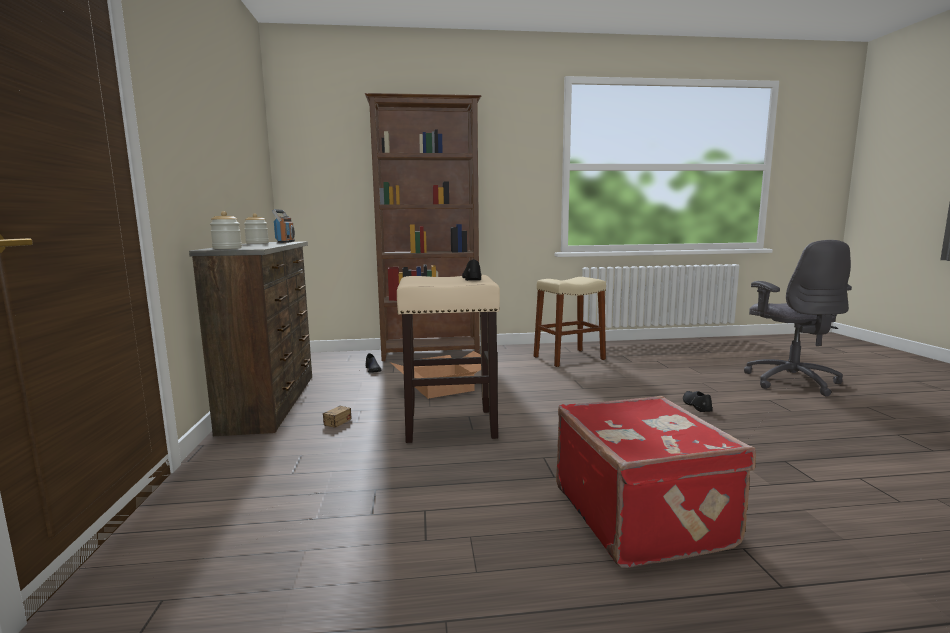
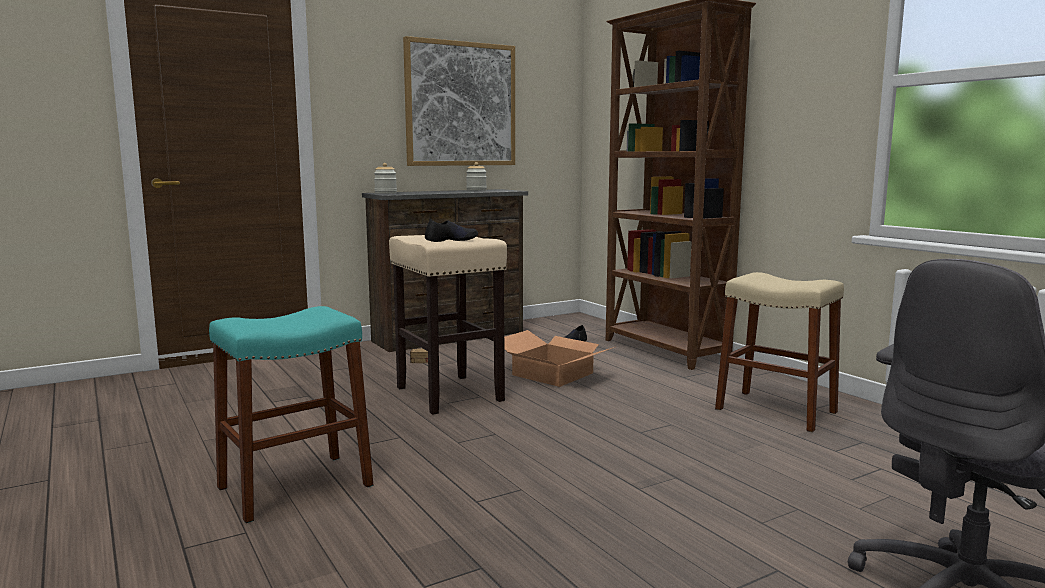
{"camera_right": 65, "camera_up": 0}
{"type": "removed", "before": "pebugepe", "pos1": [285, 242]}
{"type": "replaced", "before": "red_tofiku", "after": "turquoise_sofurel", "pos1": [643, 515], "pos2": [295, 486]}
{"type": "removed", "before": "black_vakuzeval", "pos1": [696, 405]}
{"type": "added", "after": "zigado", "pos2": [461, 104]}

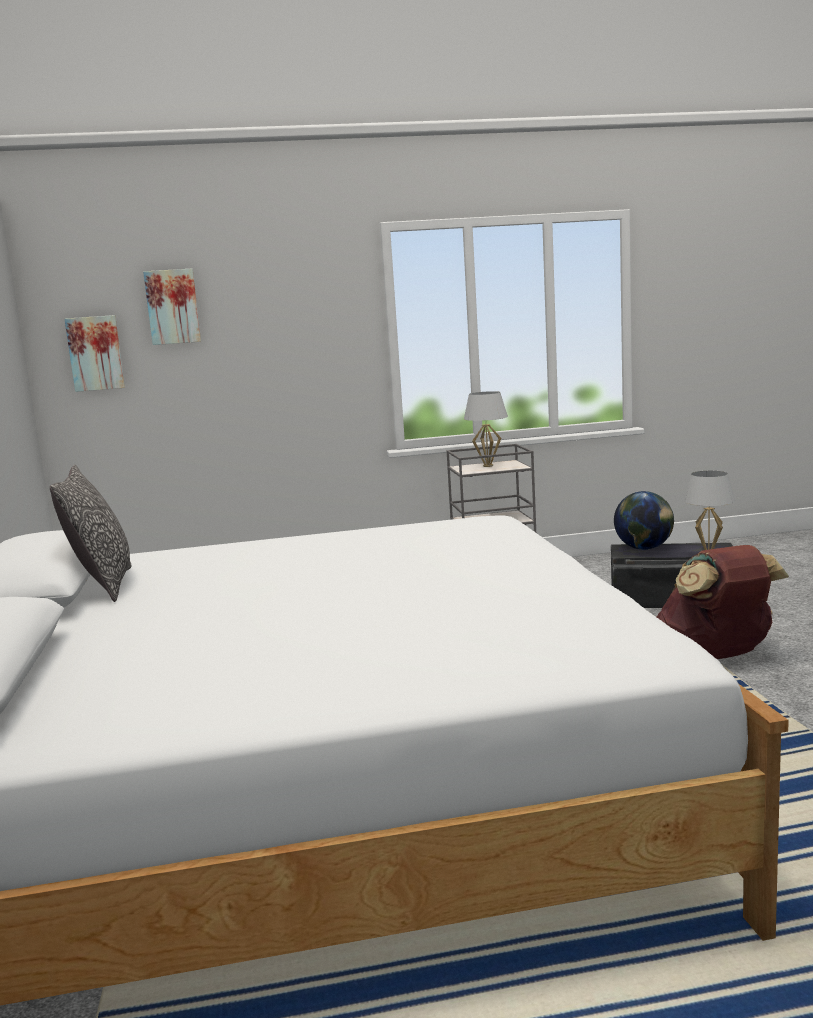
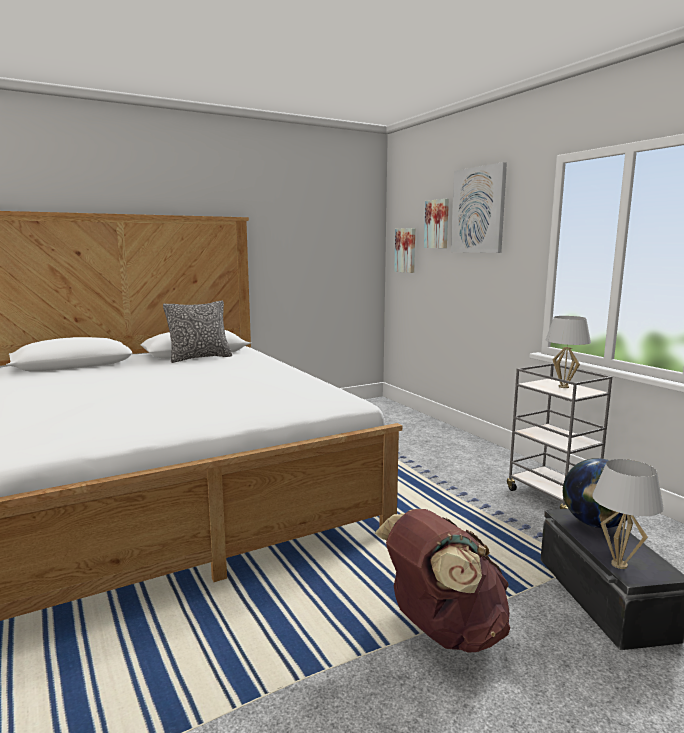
{"camera_right": 70, "camera_up": 0}
{"type": "added", "after": "zigado", "pos2": [478, 210]}

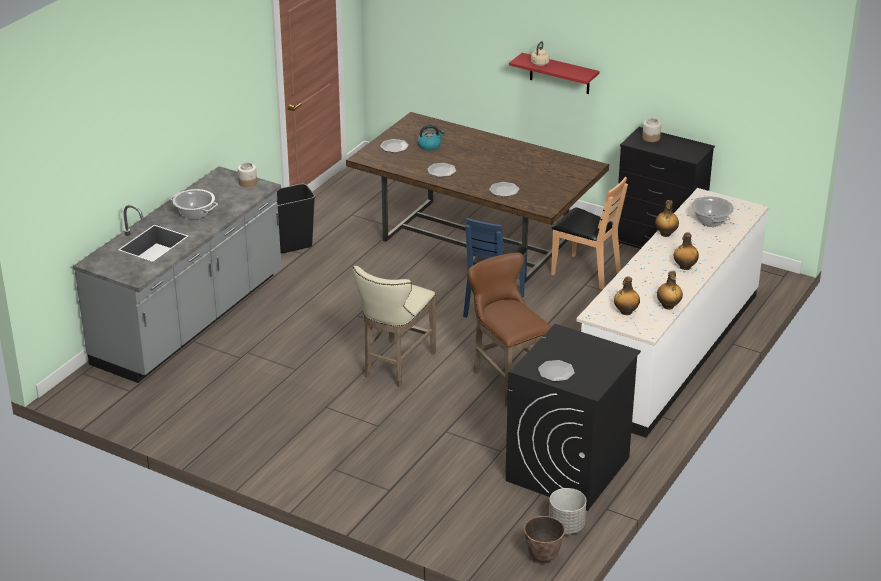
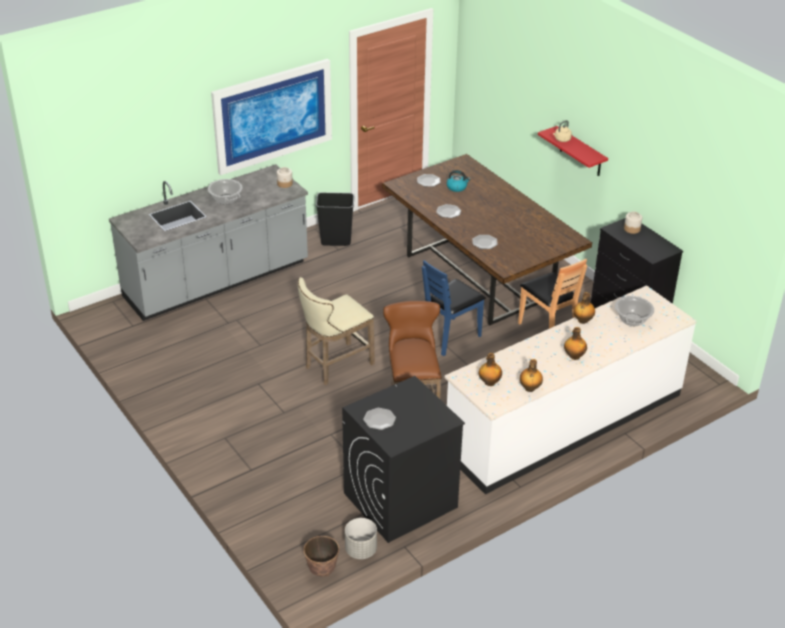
{"camera_right": 25, "camera_up": 5}
{"type": "added", "after": "zigado", "pos2": [272, 115]}

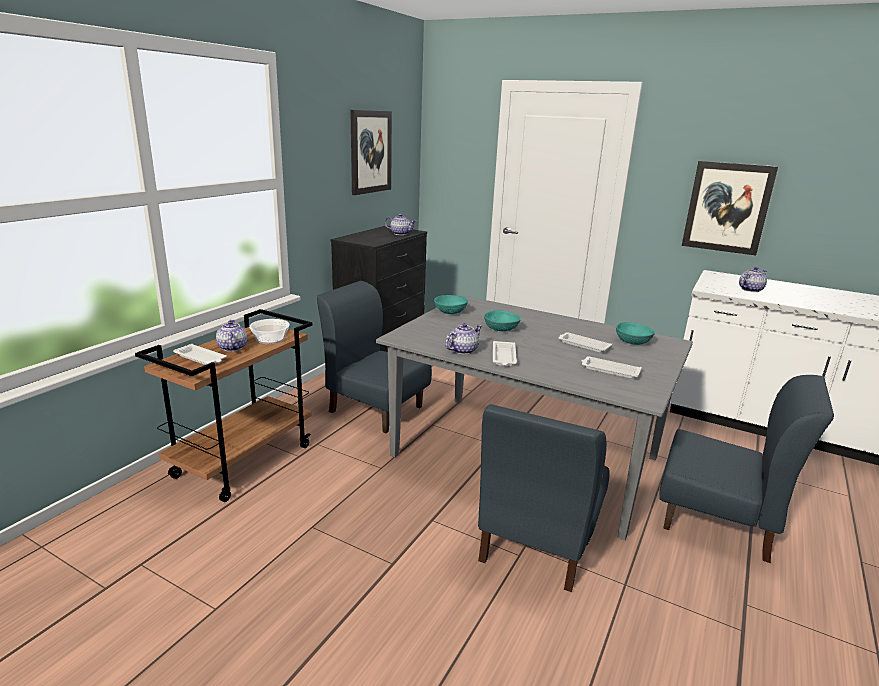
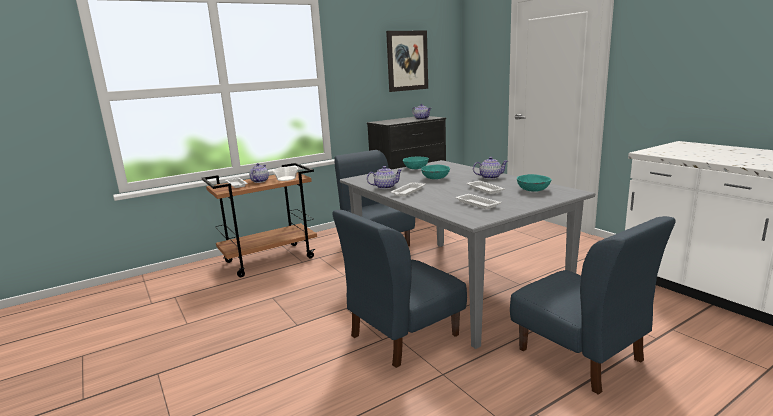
{"camera_right": 30, "camera_up": -5}
{"type": "removed", "before": "zigado", "pos1": [727, 207]}
{"type": "moved", "before": "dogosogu", "pos1": [750, 290], "pos2": [490, 177]}

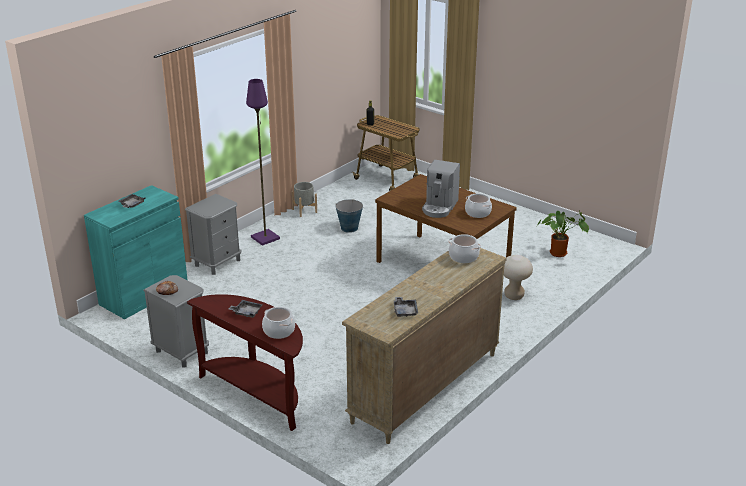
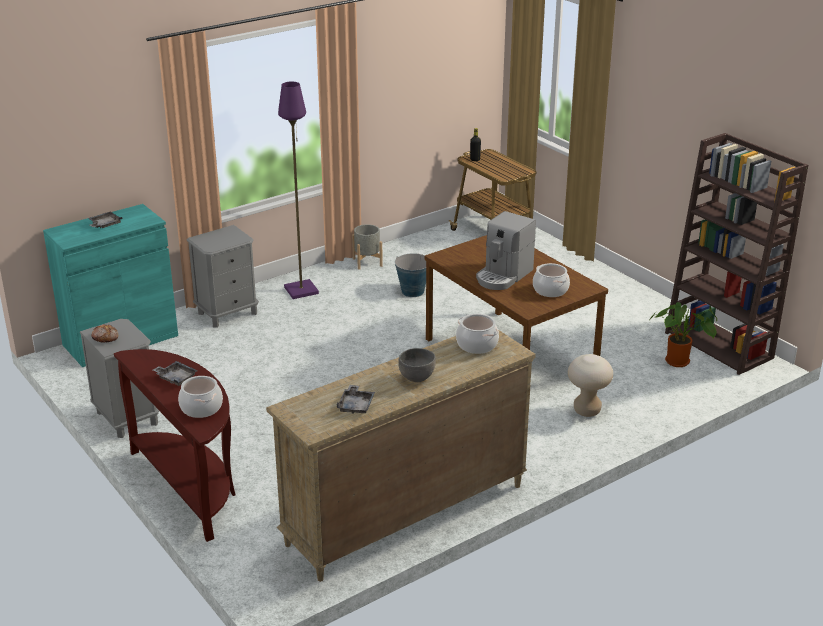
{"camera_right": 15, "camera_up": 0}
{"type": "added", "after": "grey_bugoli", "pos2": [417, 378]}
{"type": "added", "after": "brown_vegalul", "pos2": [720, 345]}

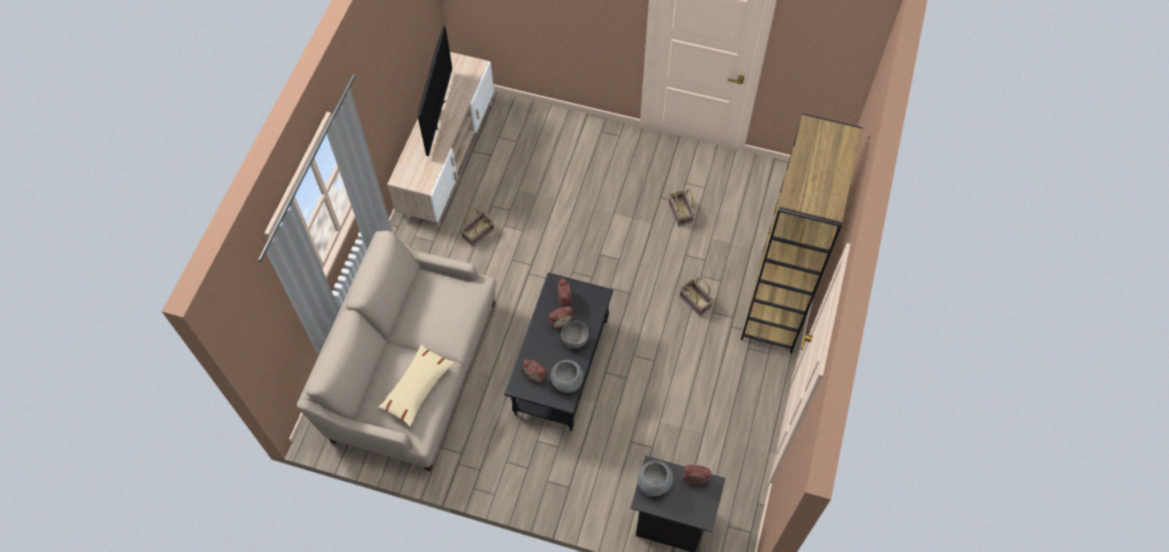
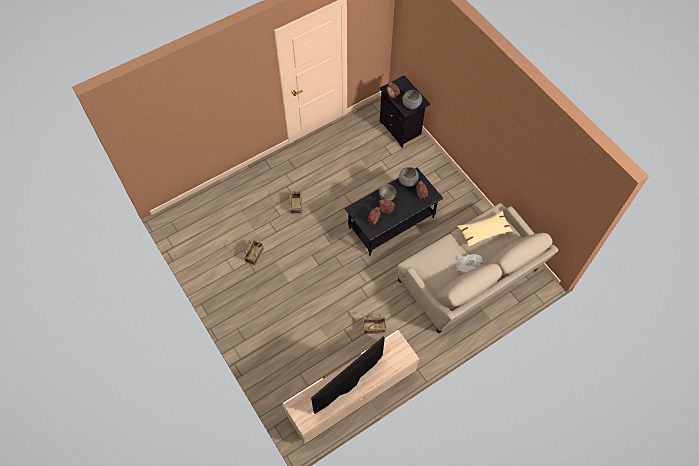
{"camera_right": -140, "camera_up": 0}
{"type": "removed", "before": "brown_vegalul", "pos1": [776, 303]}
{"type": "added", "after": "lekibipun", "pos2": [467, 266]}

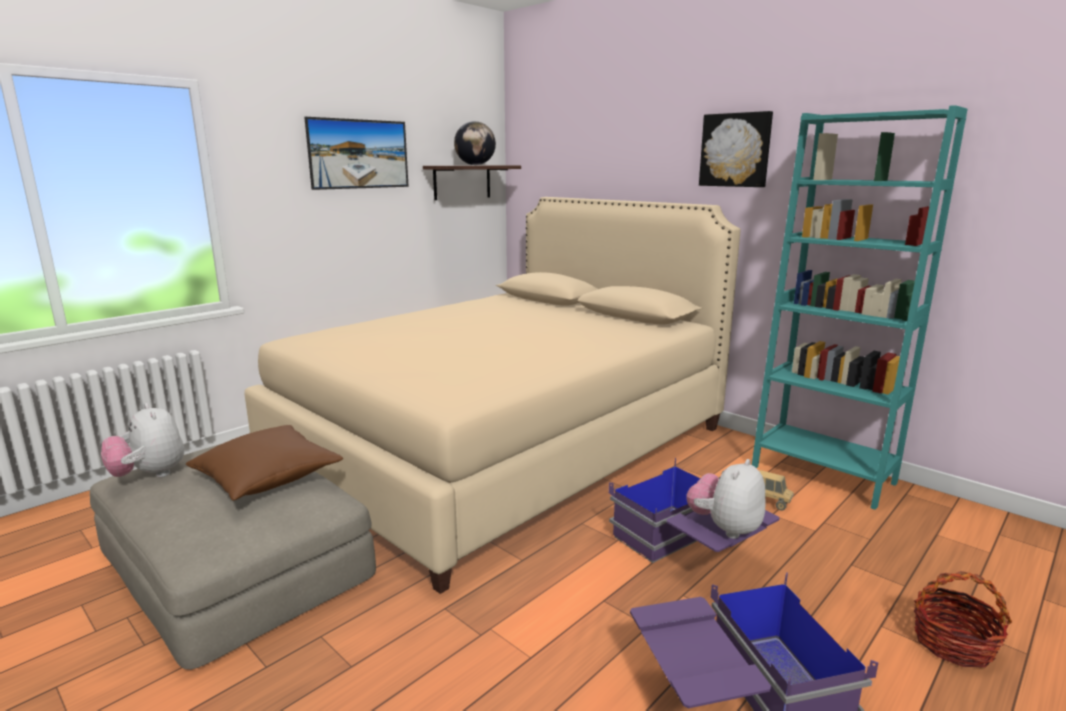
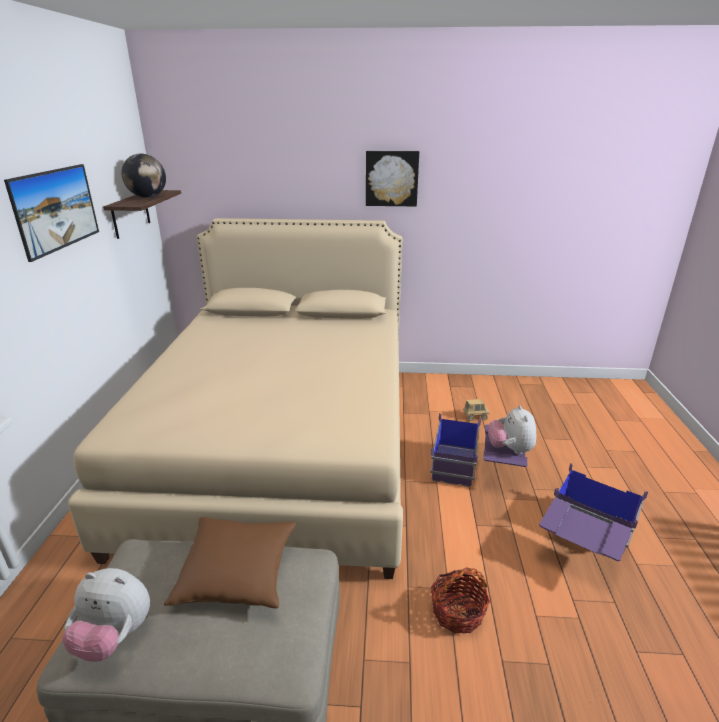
{"camera_right": -40, "camera_up": 10}
{"type": "removed", "before": "turquoise_vegalul", "pos1": [822, 475]}
{"type": "moved", "before": "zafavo", "pos1": [953, 644], "pos2": [457, 612]}

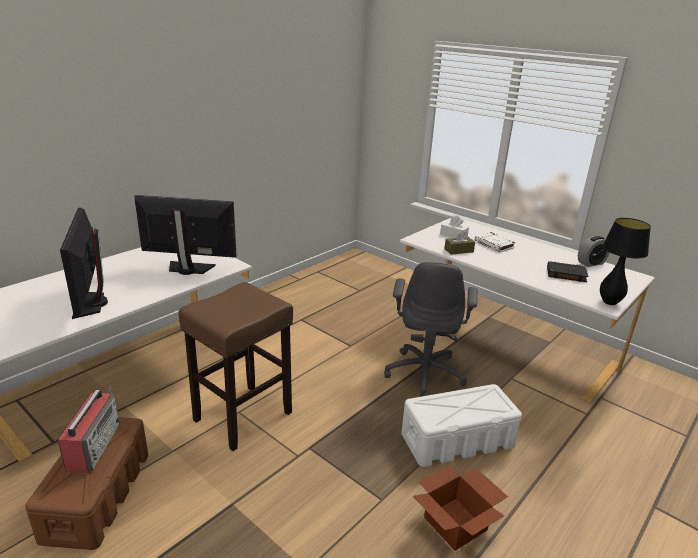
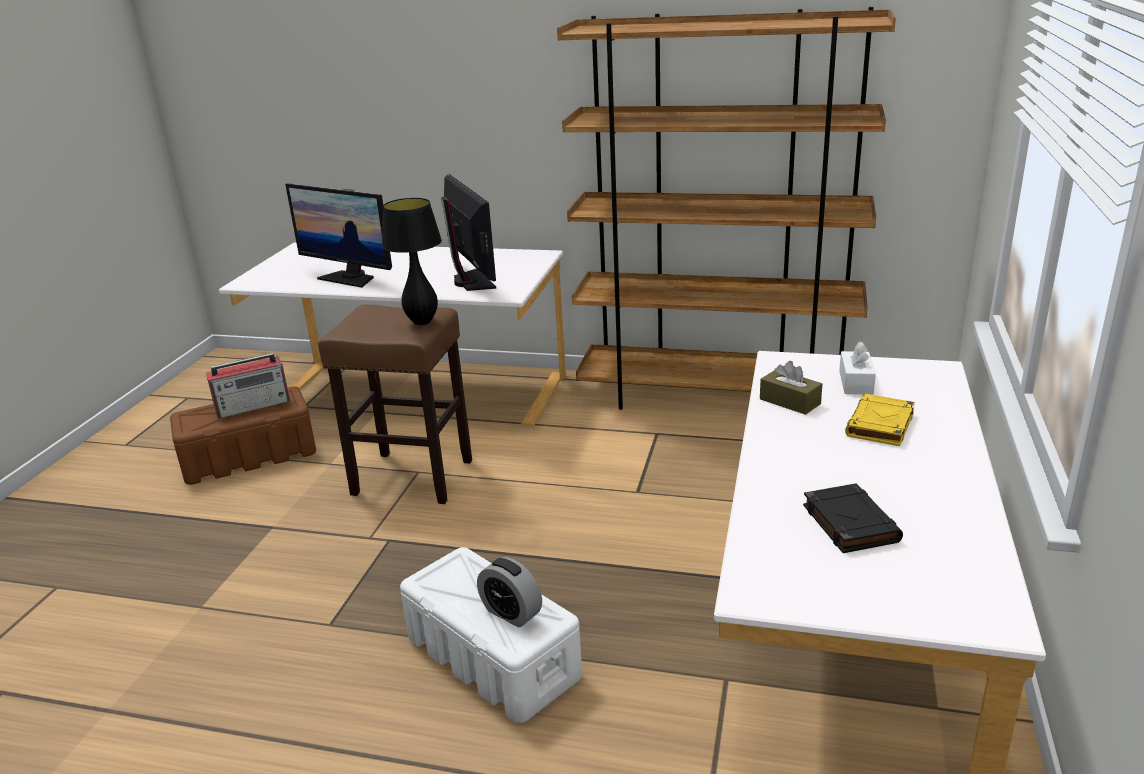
{"camera_right": 65, "camera_up": 0}
{"type": "turned", "before": "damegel", "pos1": [91, 304], "pos2": [350, 278], "turn": -105}
{"type": "removed", "before": "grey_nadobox", "pos1": [425, 373]}
{"type": "removed", "before": "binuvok", "pos1": [457, 523]}
{"type": "recoloured", "before": "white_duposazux", "after": "yellow_duposazux", "pos1": [494, 245], "pos2": [880, 425]}
{"type": "moved", "before": "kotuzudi", "pos1": [590, 263], "pos2": [511, 613]}
{"type": "moved", "before": "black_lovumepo", "pos1": [609, 302], "pos2": [422, 322]}
{"type": "added", "after": "brown_vegalul", "pos2": [716, 398]}

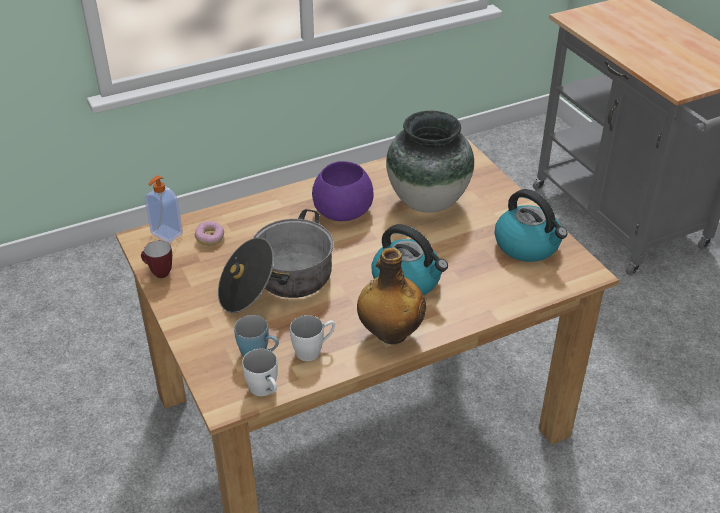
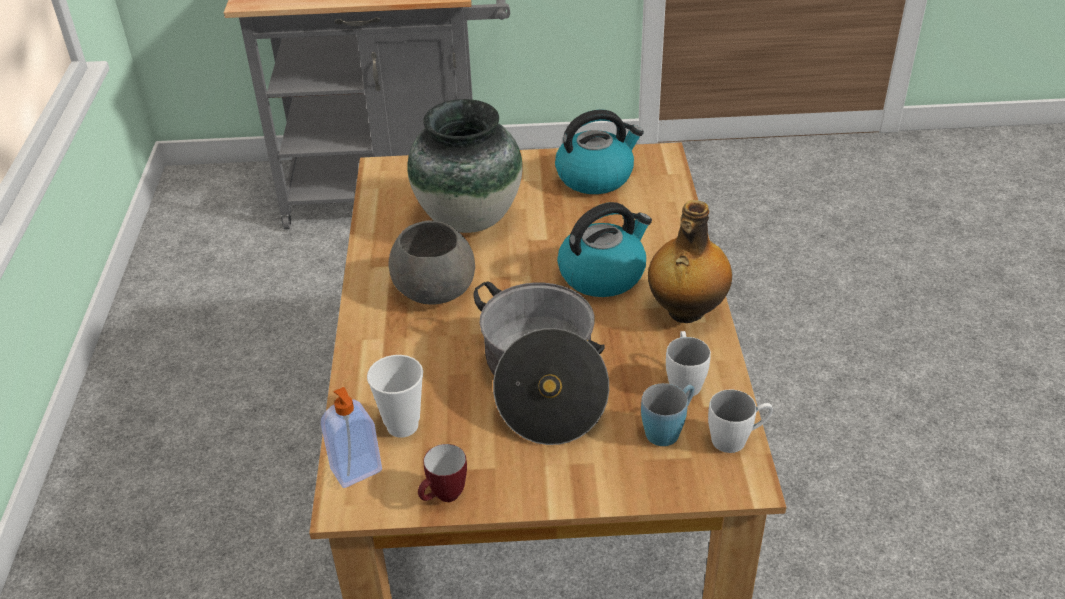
{"camera_right": -65, "camera_up": 0}
{"type": "replaced", "before": "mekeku", "after": "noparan", "pos1": [210, 238], "pos2": [402, 426]}
{"type": "recoloured", "before": "purple_bugoli", "after": "grey_bugoli", "pos1": [342, 211], "pos2": [435, 289]}

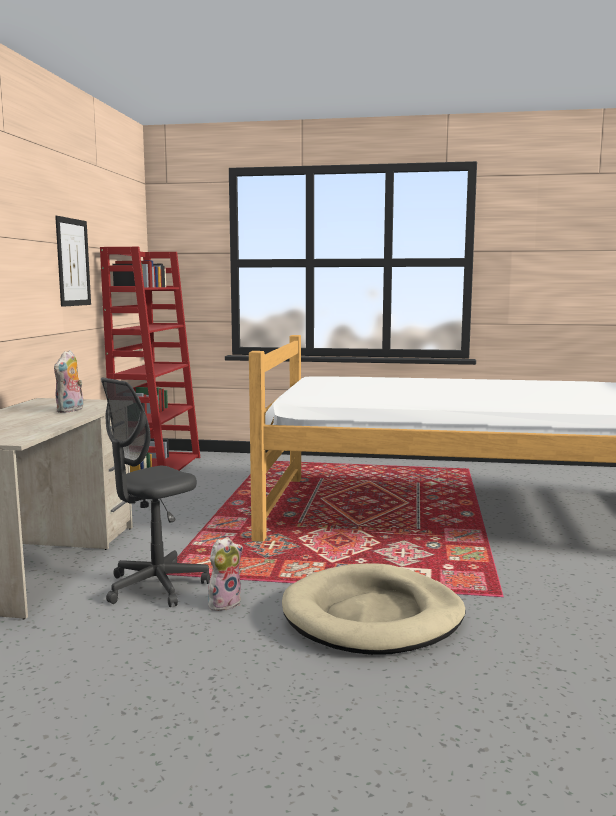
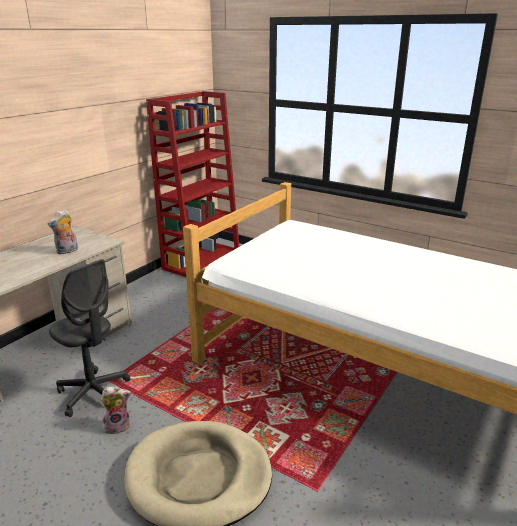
{"camera_right": 25, "camera_up": 15}
{"type": "removed", "before": "zigado", "pos1": [73, 262]}
{"type": "turned", "before": "grey_nadobox", "pos1": [156, 587], "pos2": [94, 393], "turn": -120}

